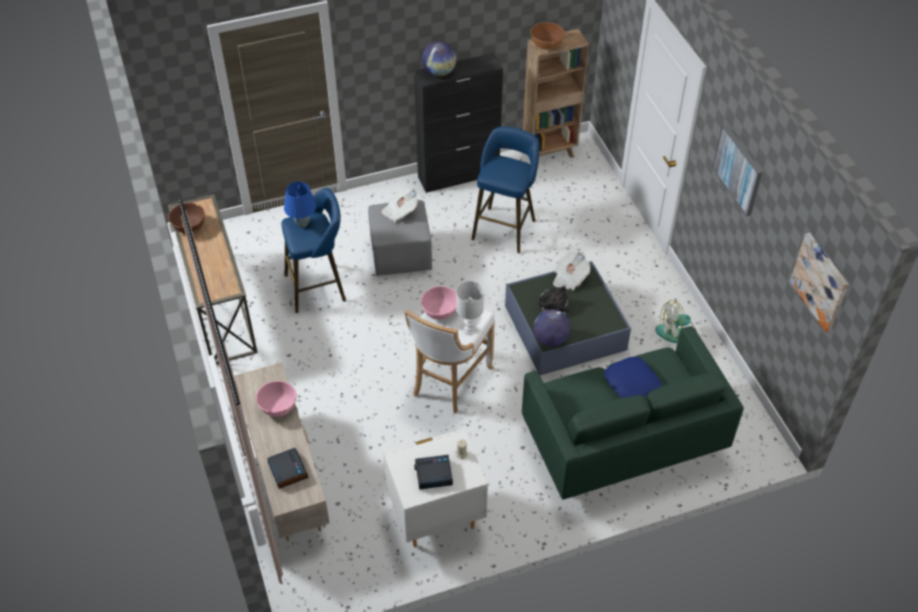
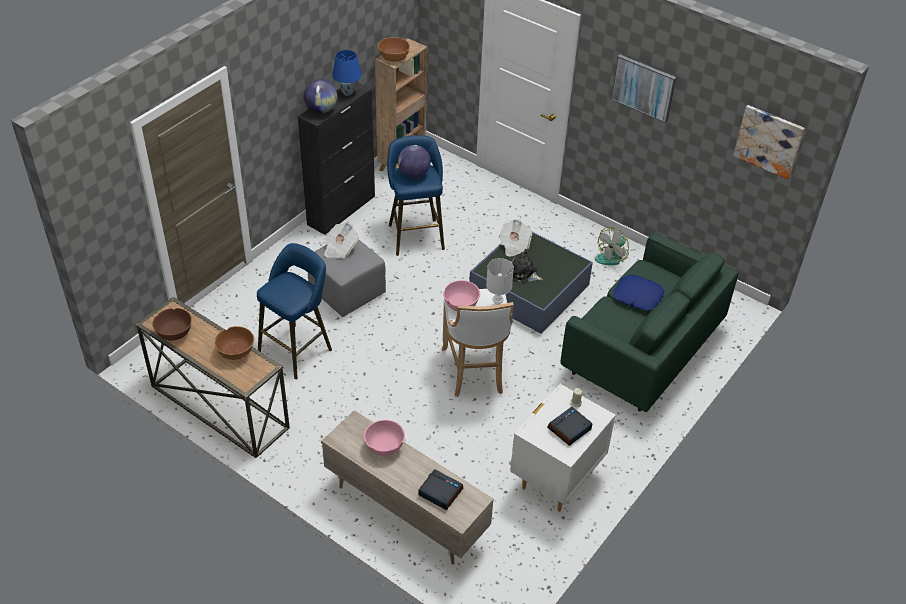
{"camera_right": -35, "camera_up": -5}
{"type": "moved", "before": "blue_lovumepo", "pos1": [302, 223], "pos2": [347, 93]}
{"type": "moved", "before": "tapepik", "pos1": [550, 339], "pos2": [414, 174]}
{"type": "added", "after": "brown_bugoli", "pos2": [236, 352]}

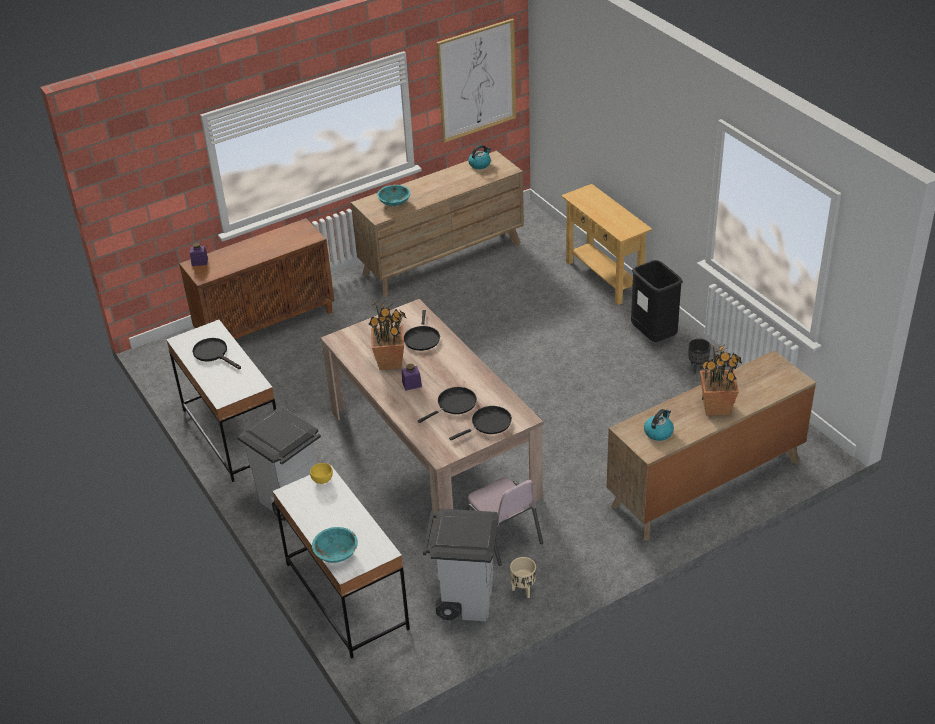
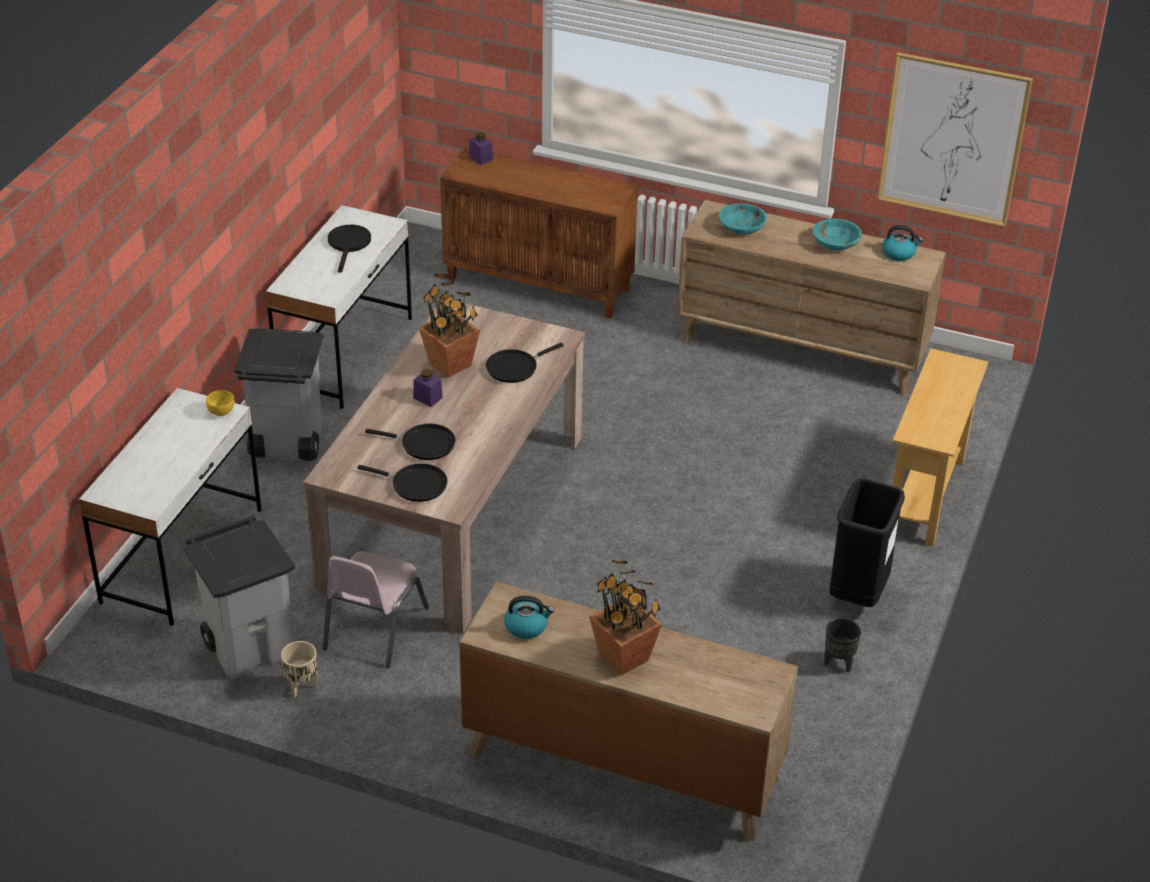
{"camera_right": 50, "camera_up": 0}
{"type": "moved", "before": "turquoise_bugoli", "pos1": [336, 553], "pos2": [835, 245]}

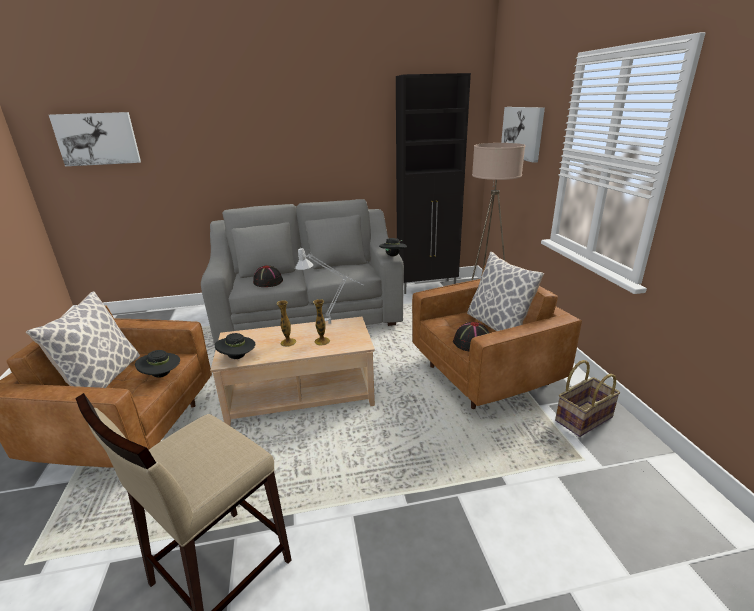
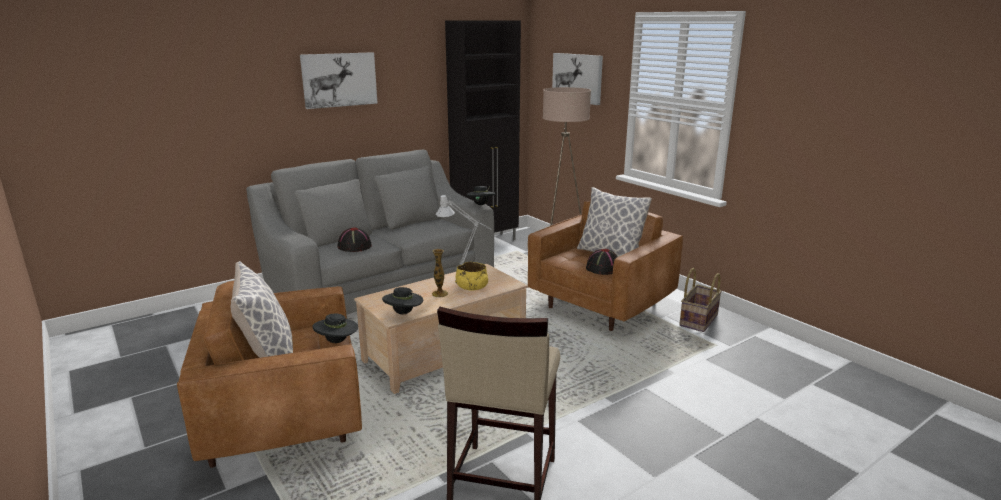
{"camera_right": -25, "camera_up": -5}
{"type": "moved", "before": "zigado", "pos1": [97, 139], "pos2": [339, 80]}
{"type": "replaced", "before": "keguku", "after": "yellow_bugoli", "pos1": [322, 341], "pos2": [472, 287]}

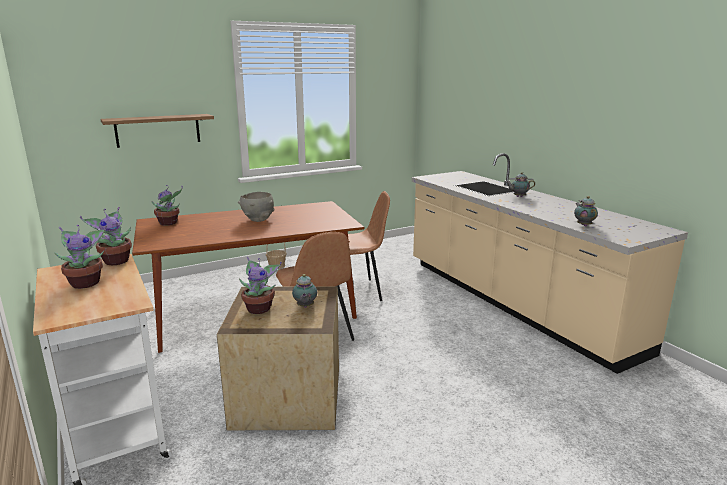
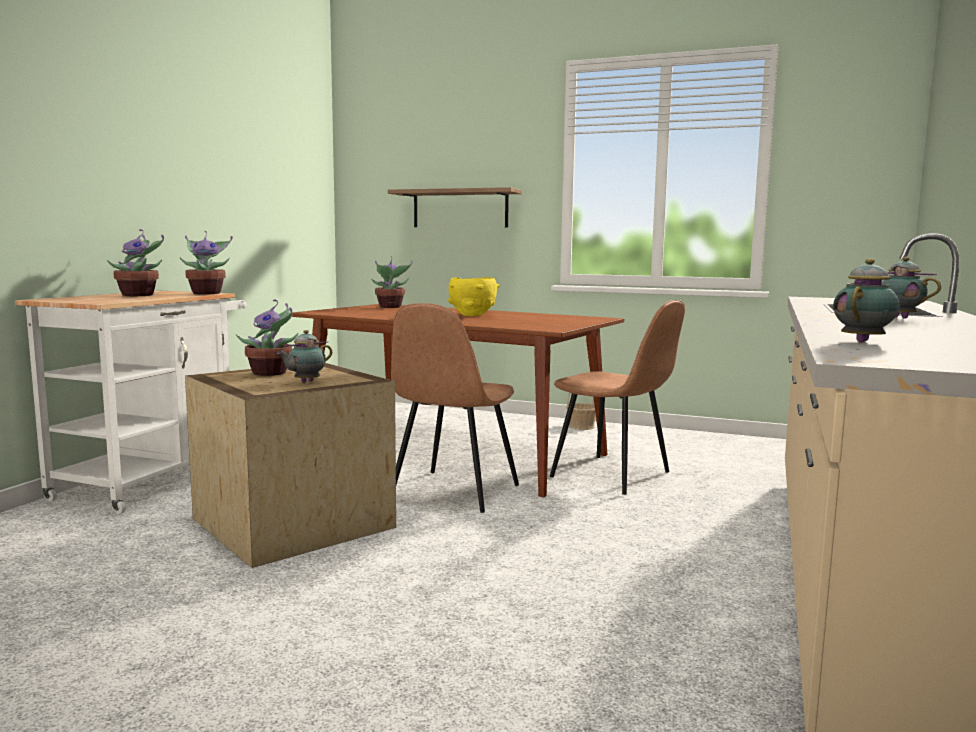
{"camera_right": 50, "camera_up": -10}
{"type": "recoloured", "before": "grey_bugoli", "after": "yellow_bugoli", "pos1": [258, 220], "pos2": [472, 315]}

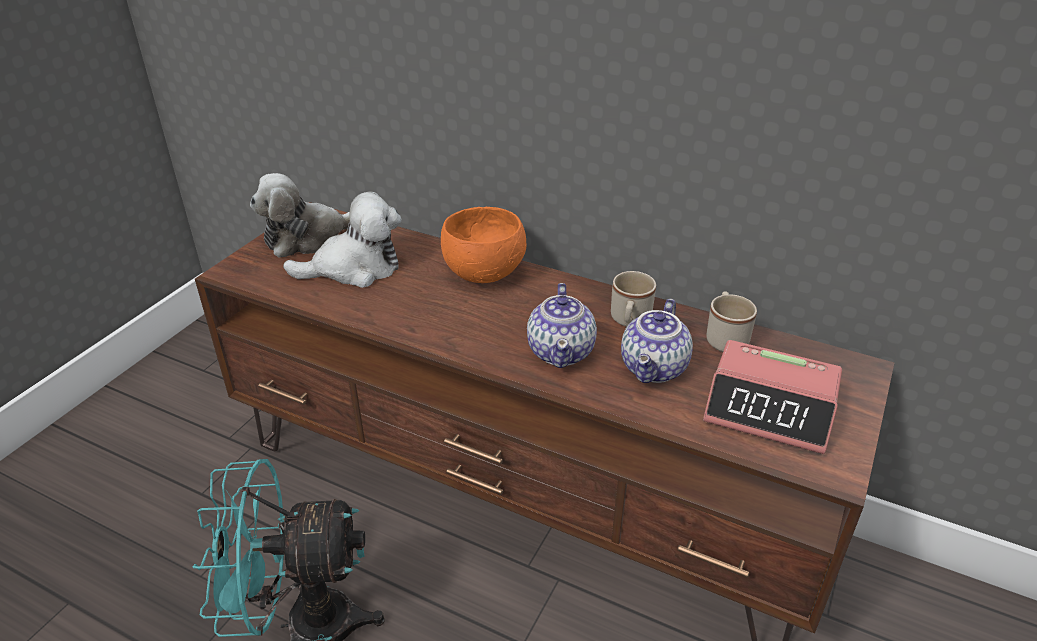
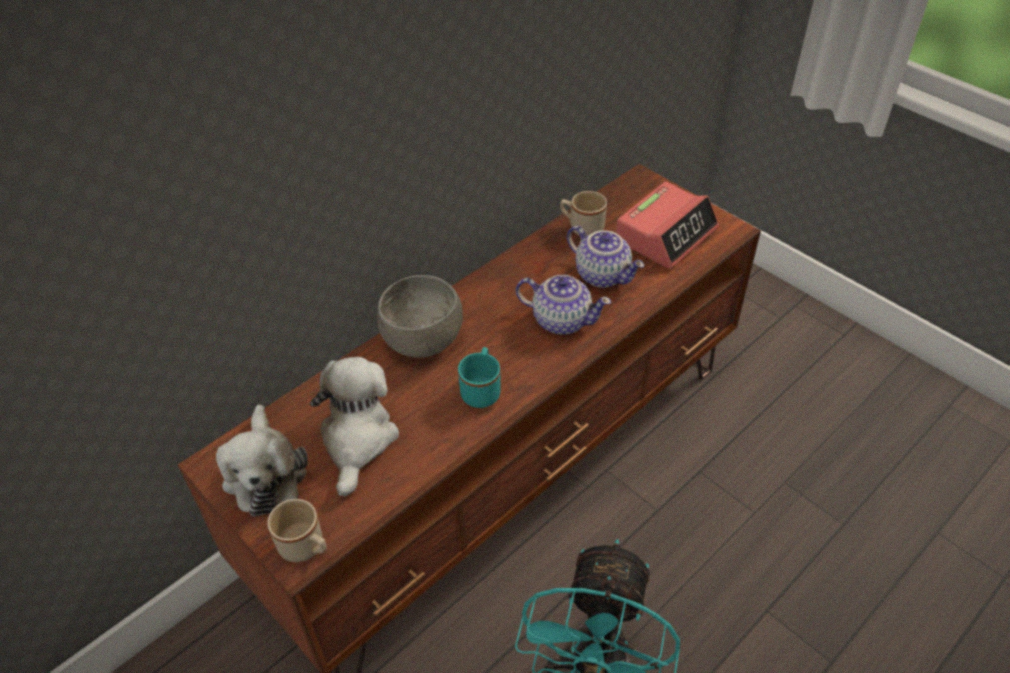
{"camera_right": -70, "camera_up": 10}
{"type": "recoloured", "before": "orange_bugoli", "after": "grey_bugoli", "pos1": [485, 273], "pos2": [422, 340]}
{"type": "moved", "before": "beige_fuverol", "pos1": [629, 321], "pos2": [306, 548]}
{"type": "added", "after": "turquoise_fuverol", "pos2": [481, 389]}

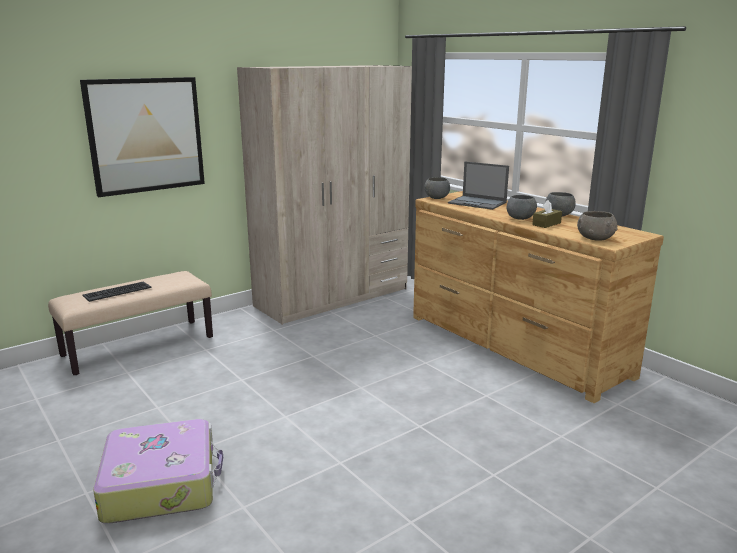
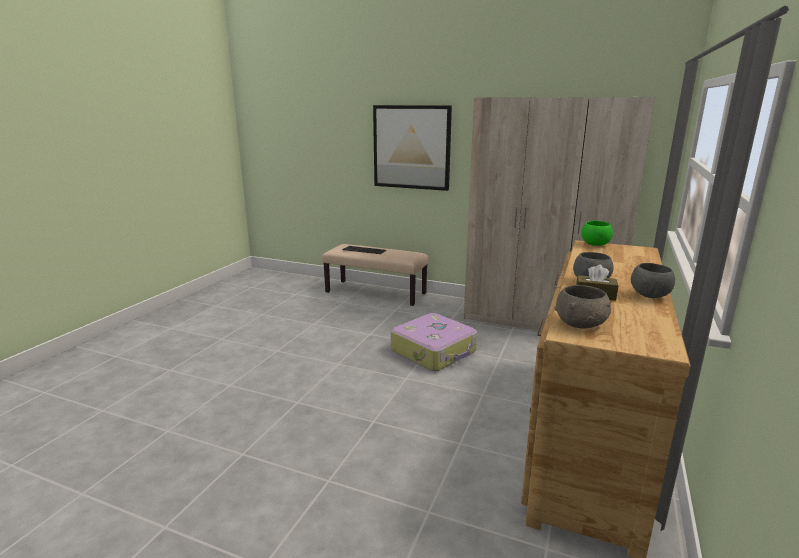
{"camera_right": 60, "camera_up": 0}
{"type": "moved", "before": "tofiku", "pos1": [162, 483], "pos2": [434, 351]}
{"type": "recoloured", "before": "grey_bugoli", "after": "green_bugoli", "pos1": [436, 198], "pos2": [594, 244]}
{"type": "removed", "before": "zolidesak", "pos1": [478, 203]}

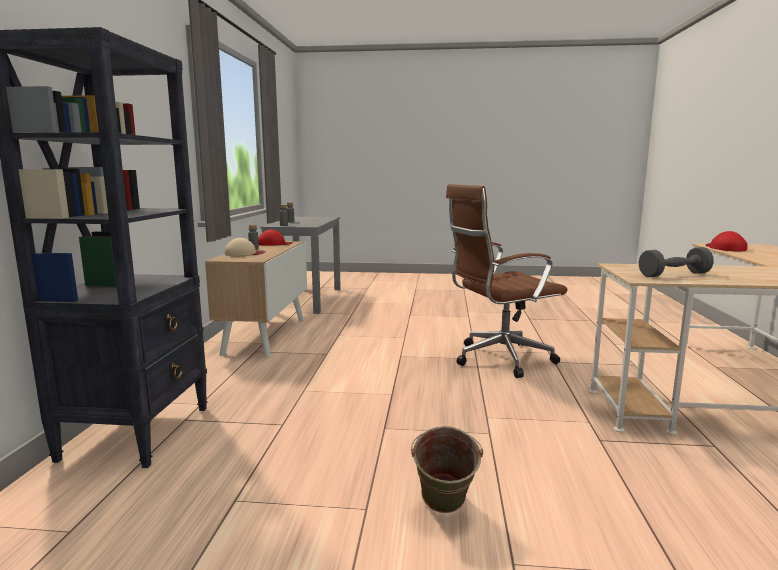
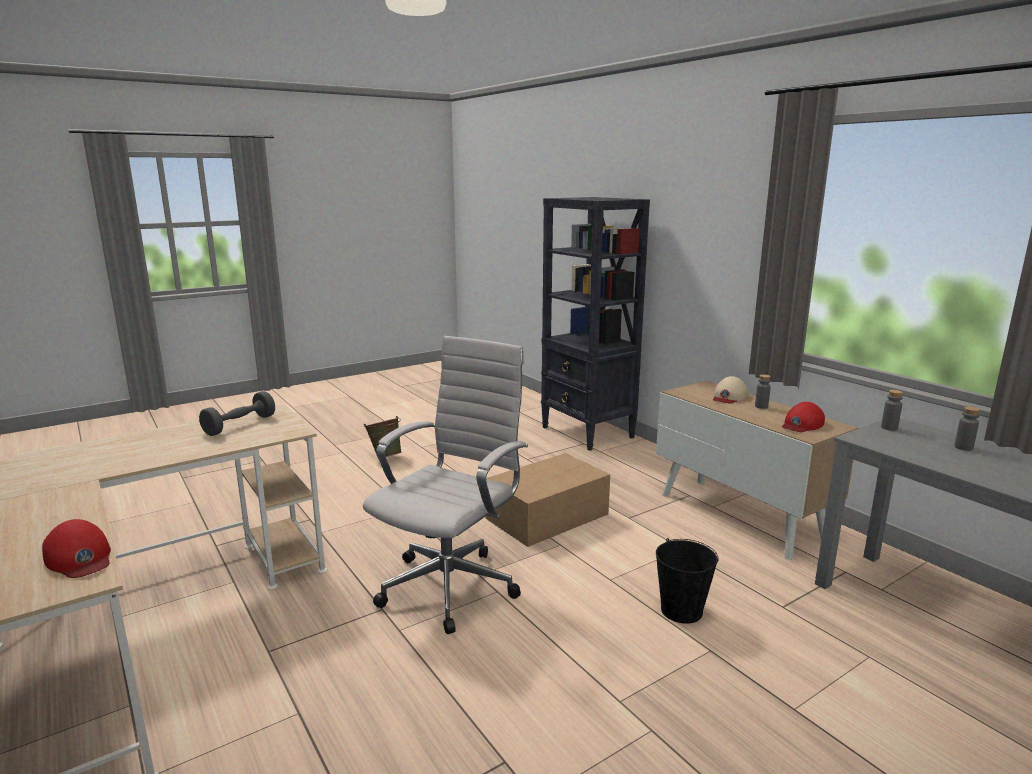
{"camera_right": 140, "camera_up": 5}
{"type": "recoloured", "before": "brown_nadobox", "after": "white_nadobox", "pos1": [498, 359], "pos2": [452, 584]}
{"type": "added", "after": "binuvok", "pos2": [549, 516]}
{"type": "added", "after": "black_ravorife", "pos2": [681, 610]}

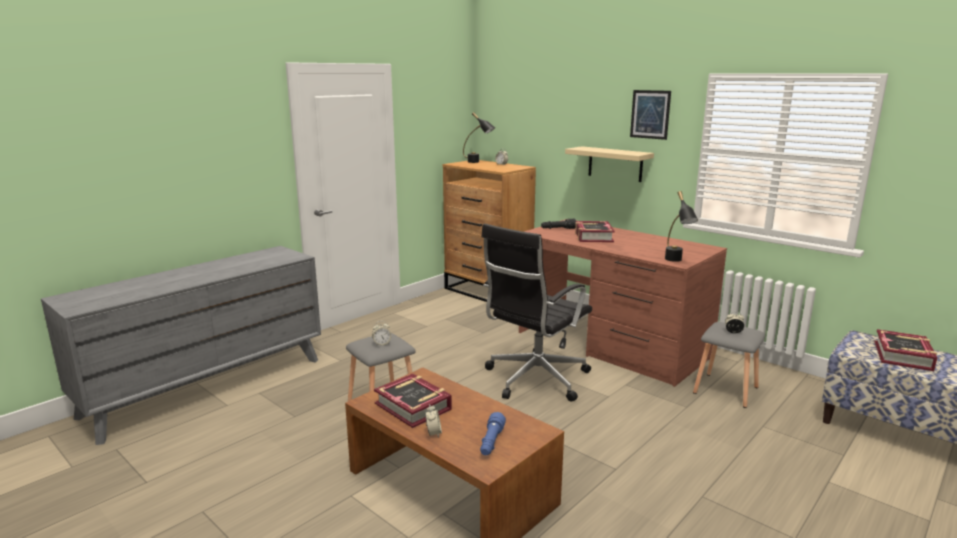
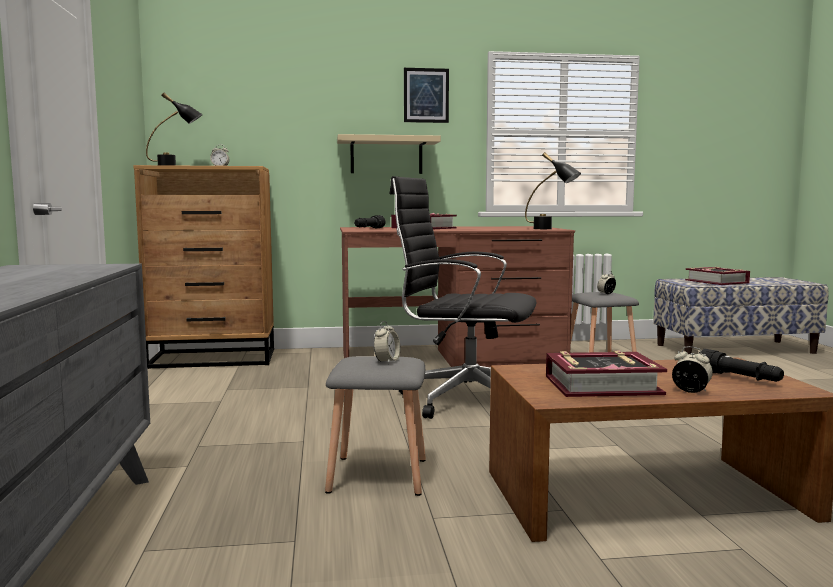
{"camera_right": -50, "camera_up": -10}
{"type": "recoloured", "before": "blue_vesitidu", "after": "black_vesitidu", "pos1": [491, 442], "pos2": [739, 378]}
{"type": "turned", "before": "black_nadobox", "pos1": [534, 379], "pos2": [464, 399], "turn": 120}

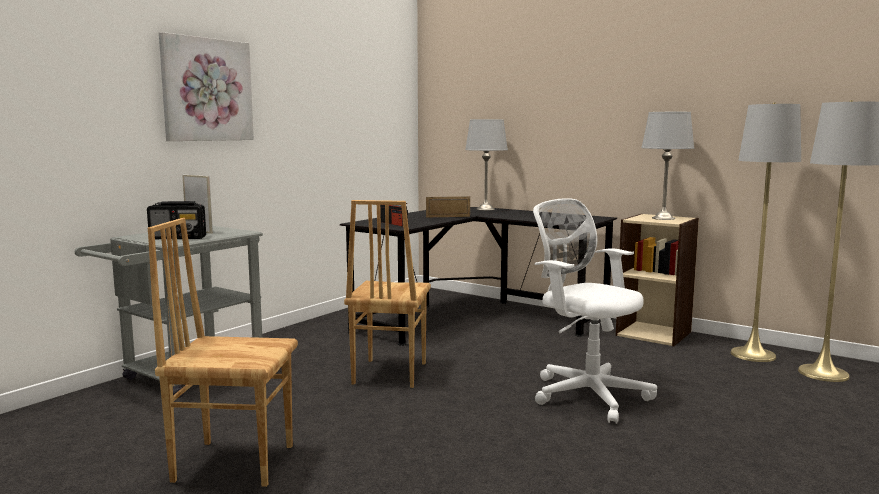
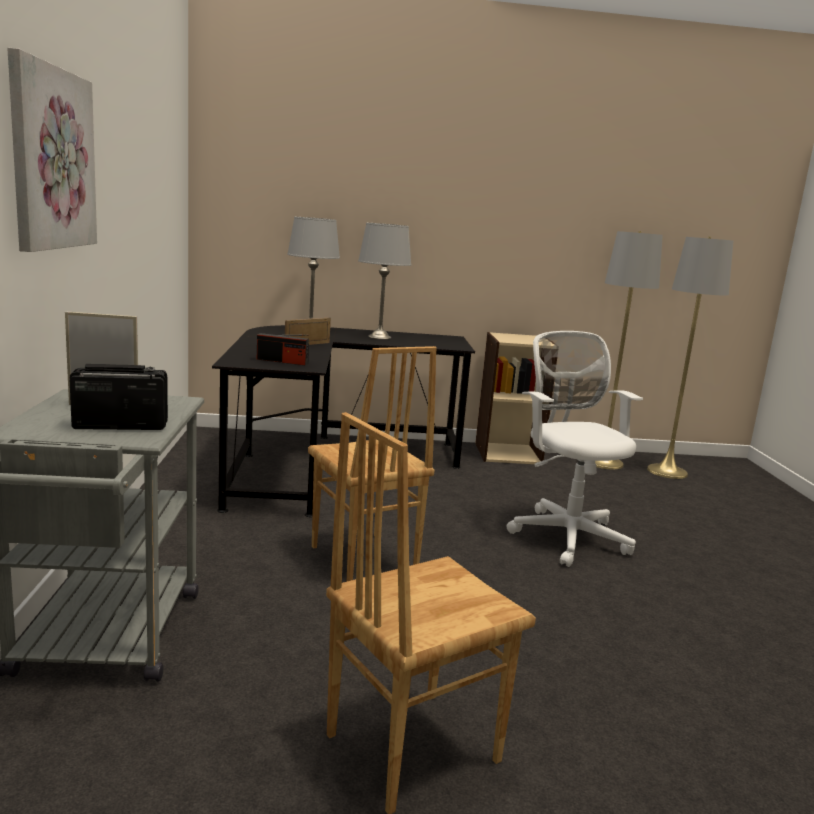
{"camera_right": -40, "camera_up": 5}
{"type": "turned", "before": "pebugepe", "pos1": [178, 238], "pos2": [119, 426], "turn": -150}
{"type": "turned", "before": "white_nadobox", "pos1": [586, 394], "pos2": [566, 534], "turn": 60}
{"type": "moved", "before": "grey_lovumepo", "pos1": [663, 218], "pos2": [380, 337]}

